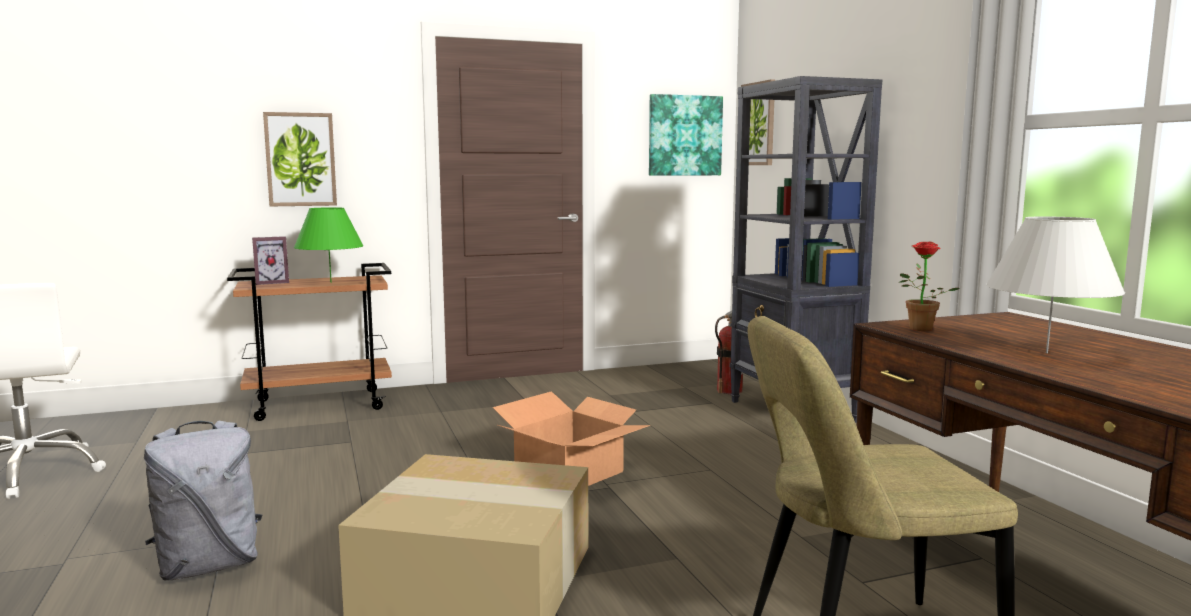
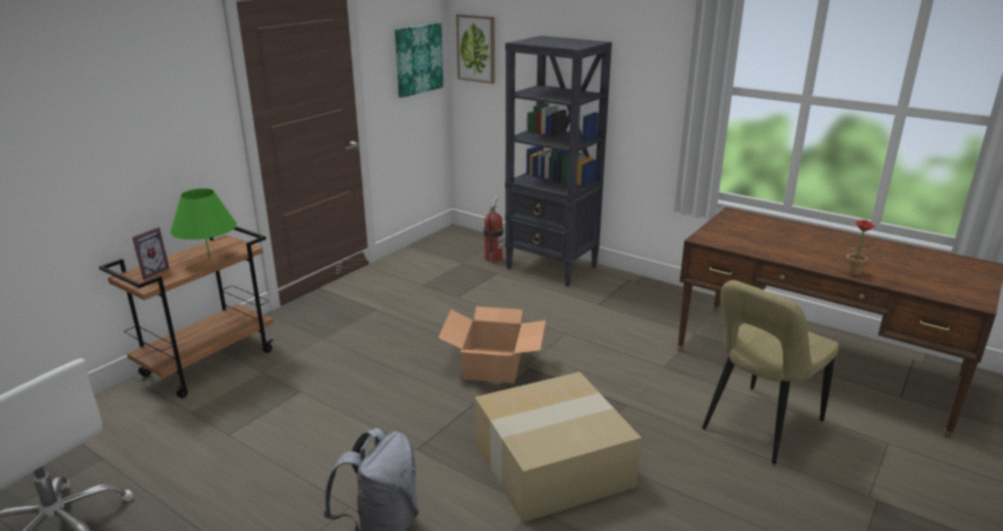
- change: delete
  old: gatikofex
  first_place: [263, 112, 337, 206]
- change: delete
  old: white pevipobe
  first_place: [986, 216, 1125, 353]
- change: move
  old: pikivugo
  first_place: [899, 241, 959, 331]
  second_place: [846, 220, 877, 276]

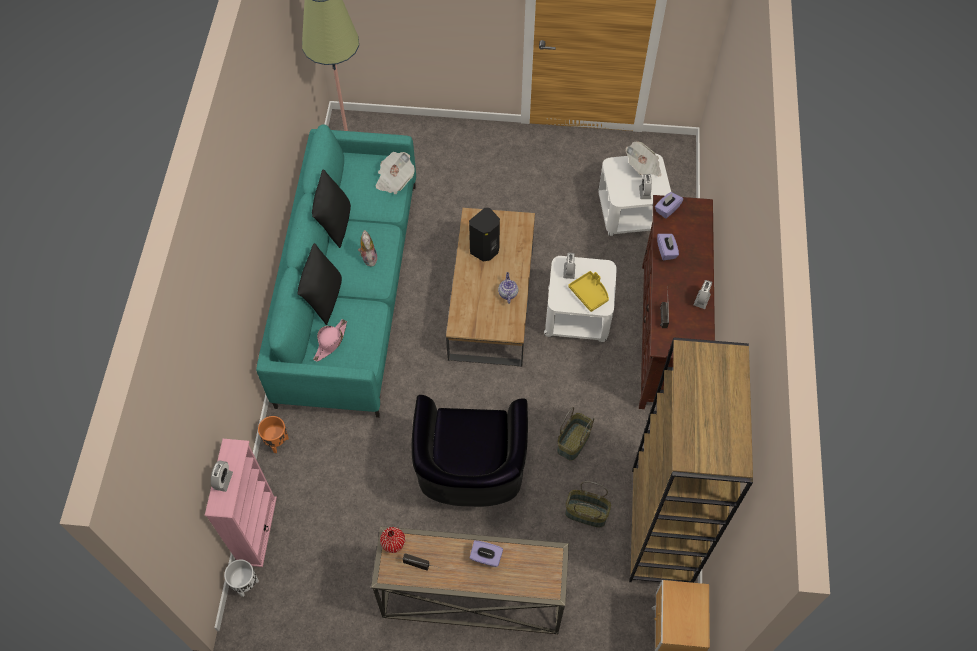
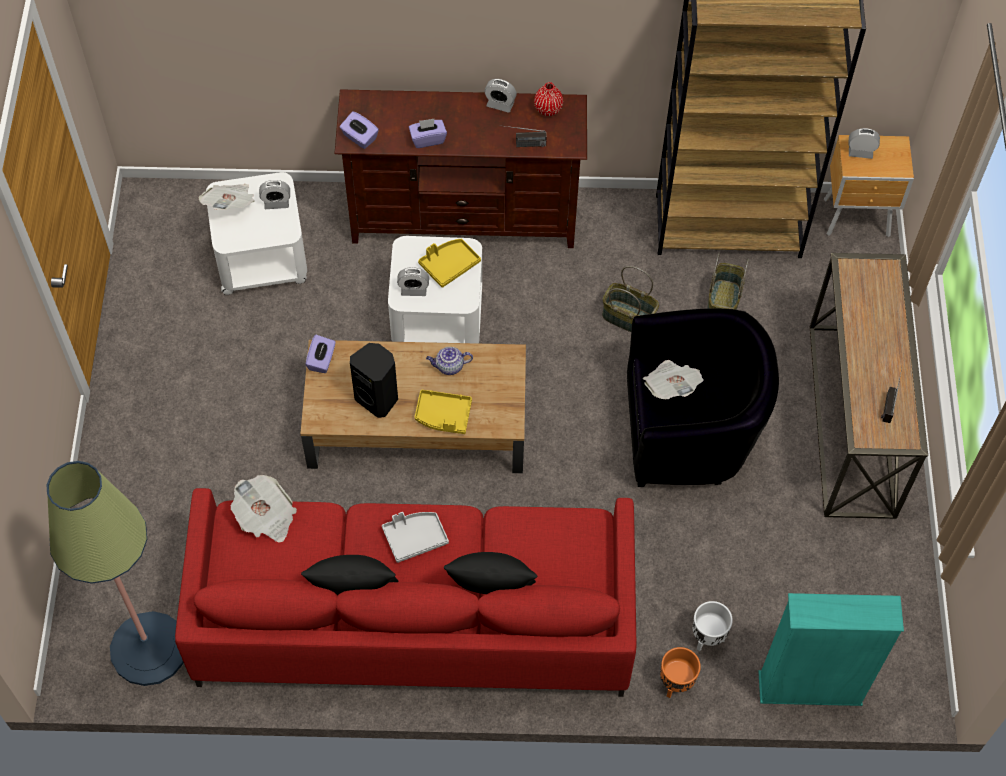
- change: recolor
  old: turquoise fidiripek
  new: red fidiripek
  first_place: [256, 124, 416, 418]
  second_place: [175, 488, 636, 697]
- change: replace
  old: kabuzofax
  new: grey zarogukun
  first_place: [358, 230, 378, 267]
  second_place: [382, 512, 449, 563]
- change: delete
  old: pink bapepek
  first_place: [313, 319, 347, 362]
- change: recolor
  old: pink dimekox
  new: turquoise dimekox
  first_place: [205, 439, 277, 567]
  second_place: [758, 593, 904, 706]
- change: move
  old: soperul
  first_place: [211, 460, 233, 492]
  second_place: [848, 128, 880, 159]
- change: move
  old: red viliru
  first_place: [380, 527, 405, 553]
  second_place: [534, 82, 563, 116]
- change: move
  old: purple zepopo
  first_place: [470, 540, 503, 567]
  second_place: [305, 335, 336, 373]
- change: move
  old: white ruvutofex
  first_place: [224, 560, 259, 597]
  second_place: [693, 601, 733, 651]
- change: insert
  new: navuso
  second_place: [642, 360, 703, 399]
- change: insert
  new: yellow zarogukun
  second_place: [415, 390, 472, 434]

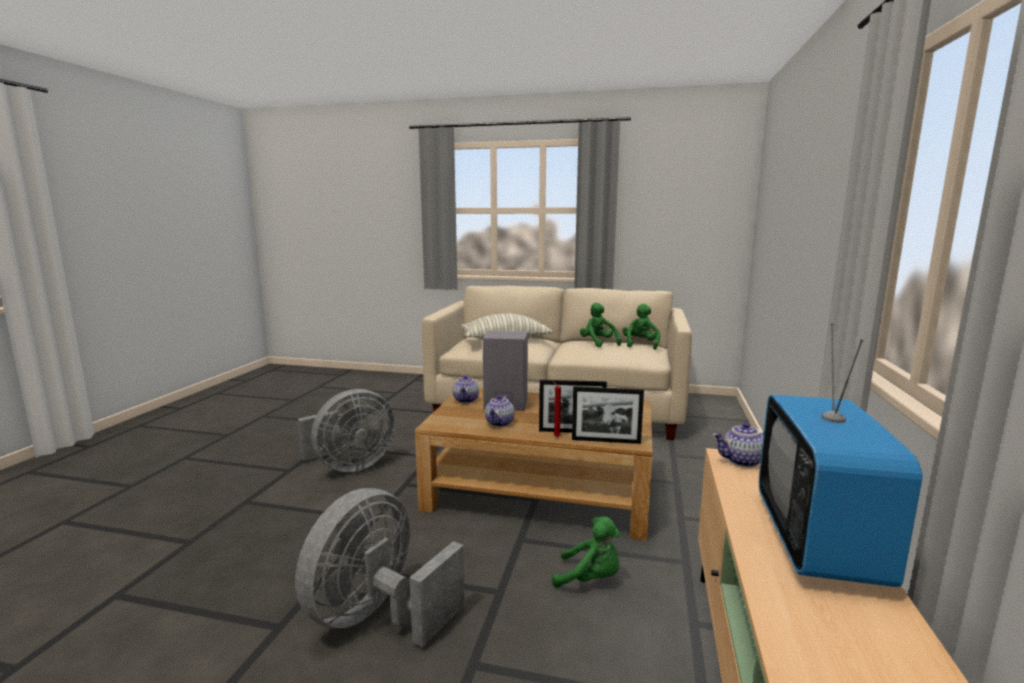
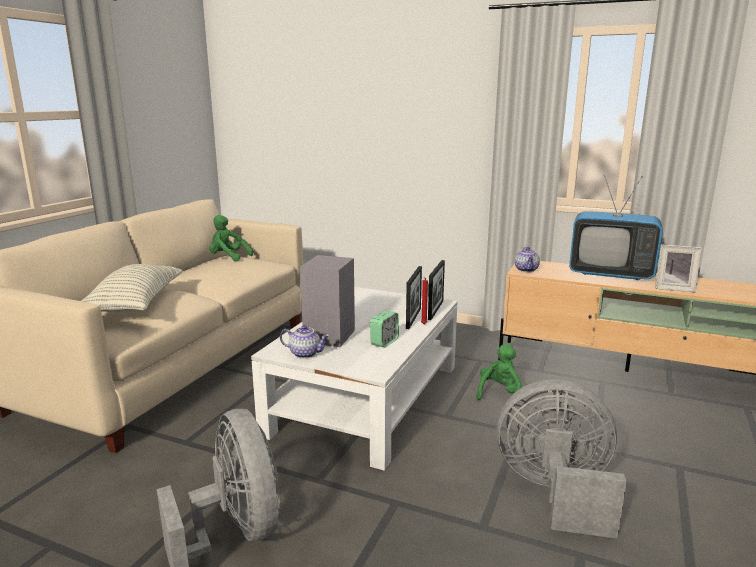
- change: delete
  old: green kabuzofax
  first_place: [580, 303, 621, 347]
- change: recolor
  old: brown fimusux
  new: white fimusux
  first_place: [415, 389, 653, 541]
  second_place: [251, 287, 458, 471]
- change: replace
  old: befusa
  new: soperul
  first_place: [485, 395, 515, 427]
  second_place: [370, 311, 399, 347]
- change: rotate
  old: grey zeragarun
  first_place: [295, 488, 465, 647]
  second_place: [496, 379, 627, 539]
  degrees: 150
- change: insert
  new: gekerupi
  second_place: [655, 244, 702, 292]

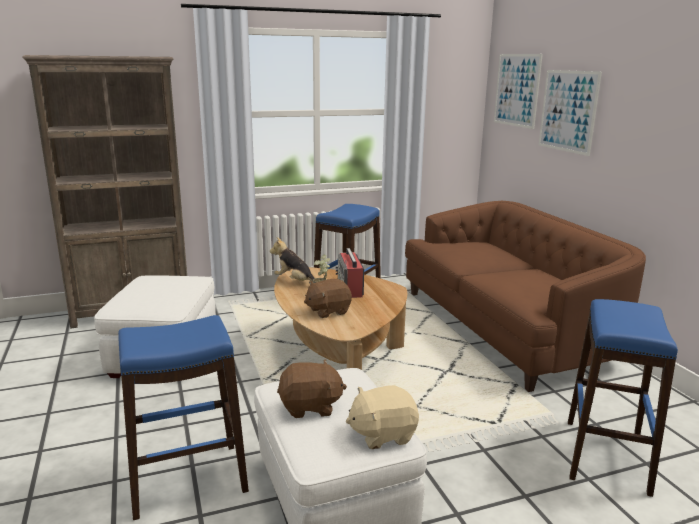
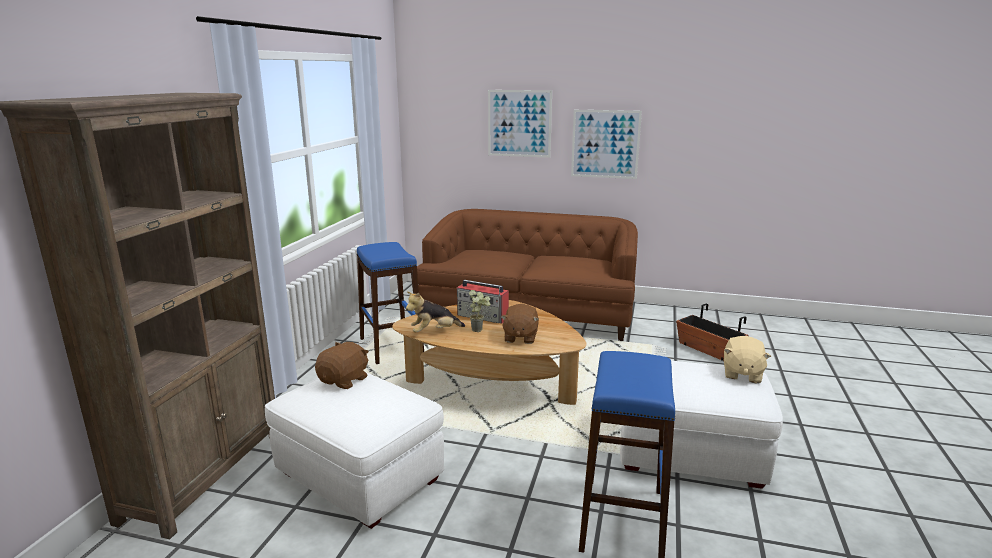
- change: move
  old: gatikofex
  first_place: [494, 54, 543, 129]
  second_place: [571, 110, 642, 179]
- change: replace
  old: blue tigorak
  new: ruvutofex
  first_place: [568, 299, 678, 497]
  second_place: [676, 303, 749, 361]
- change: move
  old: brown kabuzofax
  first_place: [277, 359, 347, 418]
  second_place: [315, 342, 369, 389]

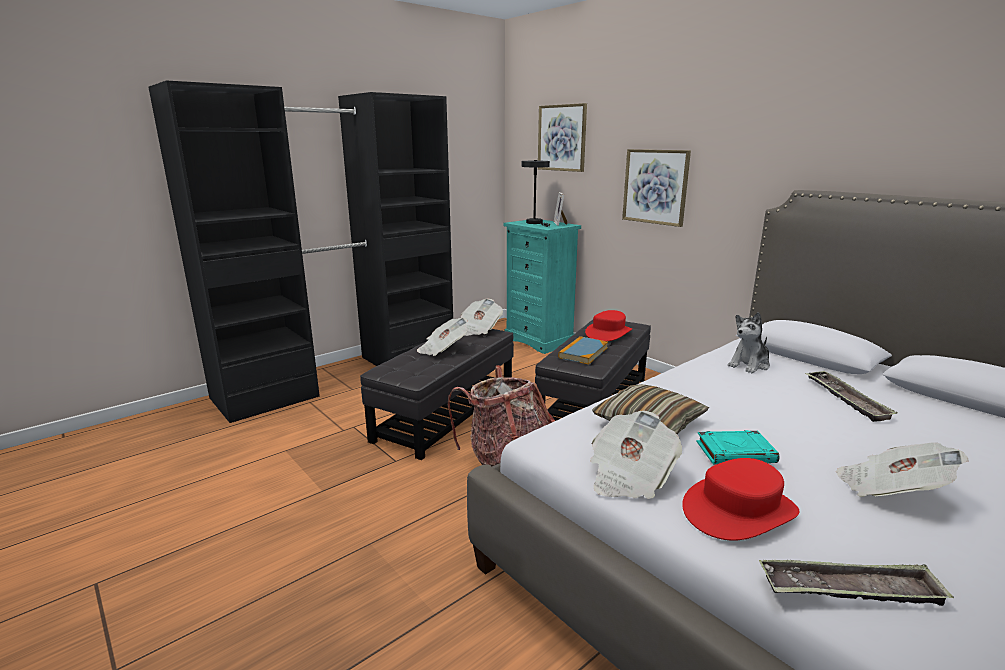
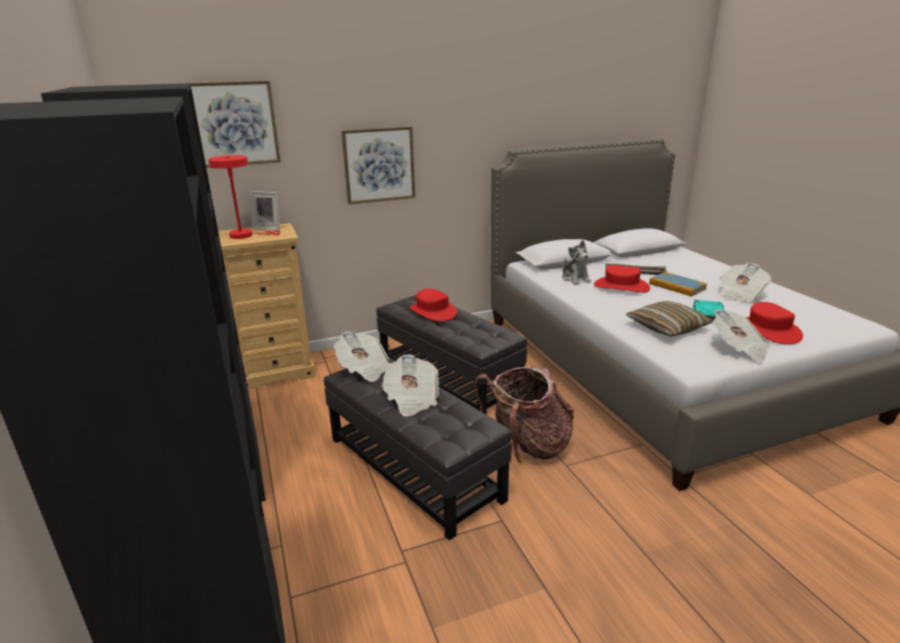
- change: recolor
  old: black pevipobe
  new: red pevipobe
  first_place: [522, 160, 550, 227]
  second_place: [208, 155, 280, 239]
- change: recolor
  old: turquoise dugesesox
  new: beige dugesesox
  first_place: [504, 220, 581, 354]
  second_place: [218, 223, 316, 390]
- change: move
  old: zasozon
  first_place: [558, 336, 608, 365]
  second_place: [649, 272, 707, 296]
- change: delete
  old: zarogukun
  first_place: [759, 559, 954, 606]
- change: insert
  new: red bapepek
  second_place: [594, 265, 650, 293]

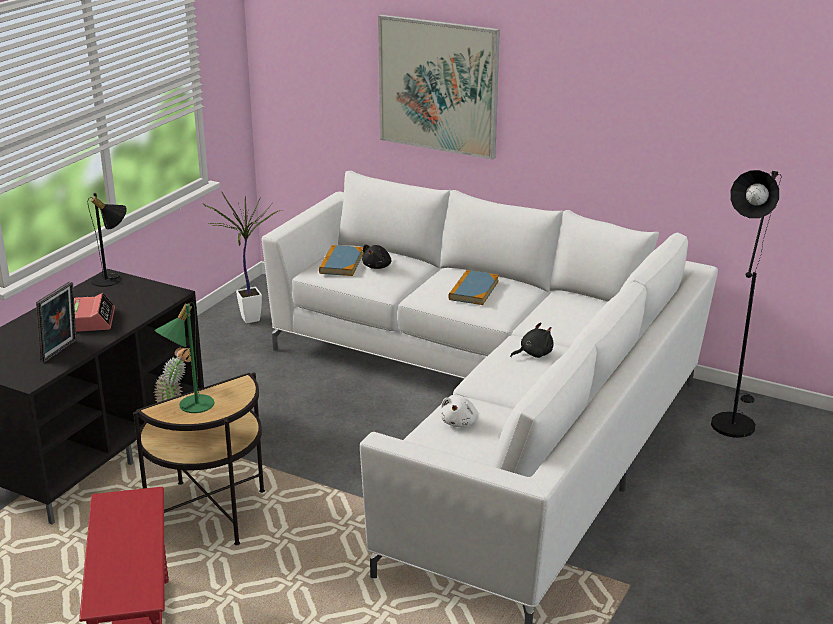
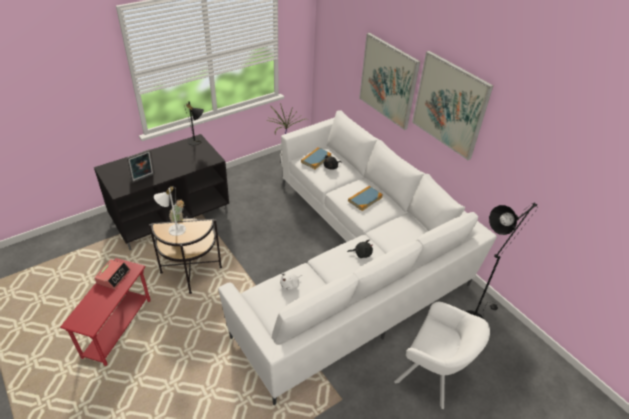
- change: move
  old: soperul
  first_place: [74, 293, 115, 332]
  second_place: [94, 260, 131, 289]
- change: recolor
  old: green pevipobe
  new: white pevipobe
  first_place: [154, 302, 214, 413]
  second_place: [154, 186, 186, 236]
- change: insert
  new: gatikofex
  second_place: [412, 51, 494, 160]
- change: insert
  new: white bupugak
  second_place: [394, 302, 490, 409]

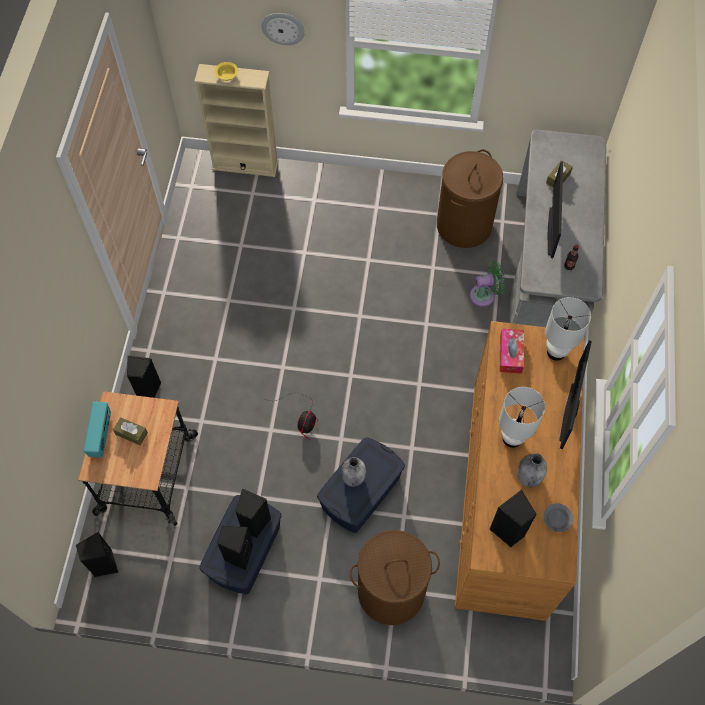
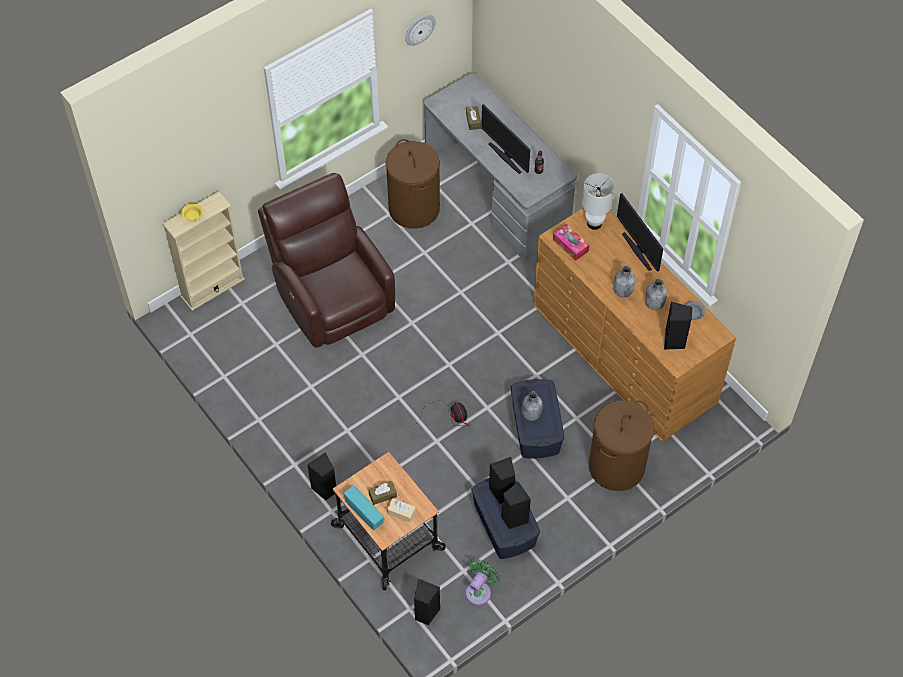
- change: move
  old: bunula
  first_place: [262, 13, 305, 45]
  second_place: [405, 15, 436, 46]
- change: move
  old: green zeragarun
  first_place: [470, 262, 506, 307]
  second_place: [466, 559, 500, 605]
- change: replace
  old: white pevipobe
  new: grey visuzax
  first_place: [499, 387, 545, 448]
  second_place: [613, 265, 635, 297]
- change: insert
  new: brown bupugak
  second_place: [258, 173, 395, 348]
- change: insert
  new: beige zepopo
  second_place: [387, 498, 416, 523]

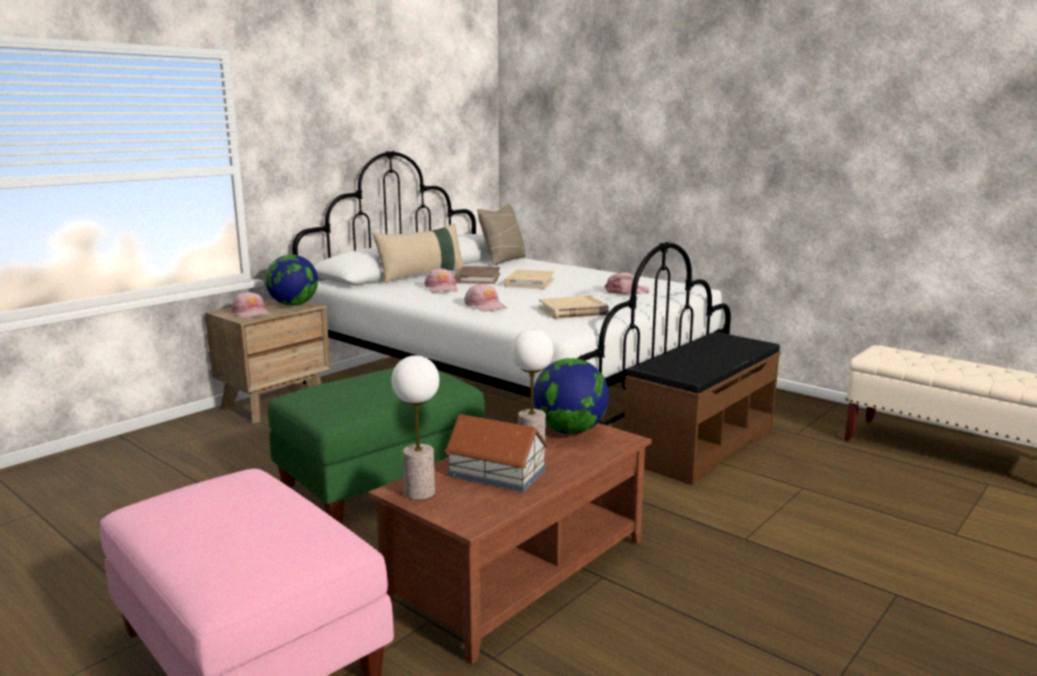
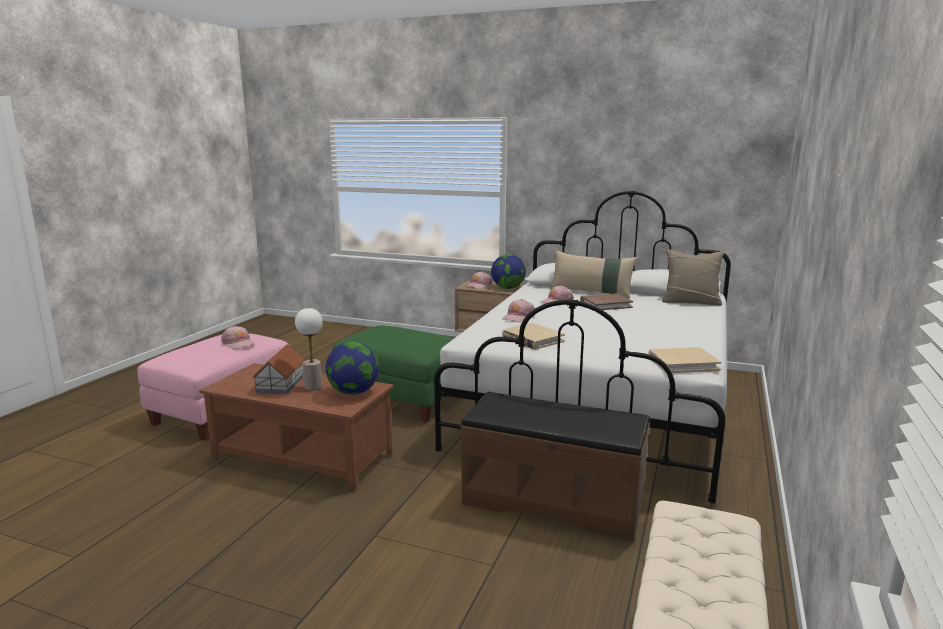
- change: move
  old: beige zasozon
  first_place: [504, 270, 554, 289]
  second_place: [648, 347, 721, 373]
- change: move
  old: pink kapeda
  first_place: [604, 272, 650, 295]
  second_place: [221, 326, 255, 349]
- change: delete
  old: pevipobe
  first_place: [391, 356, 439, 500]

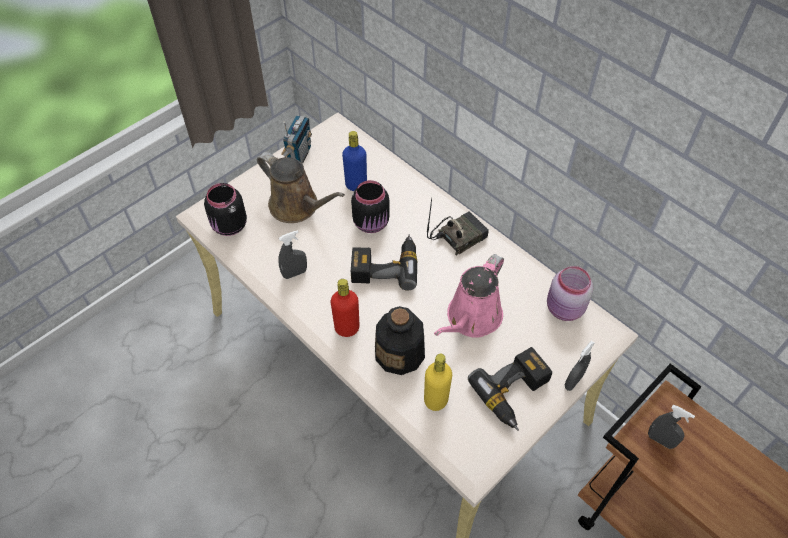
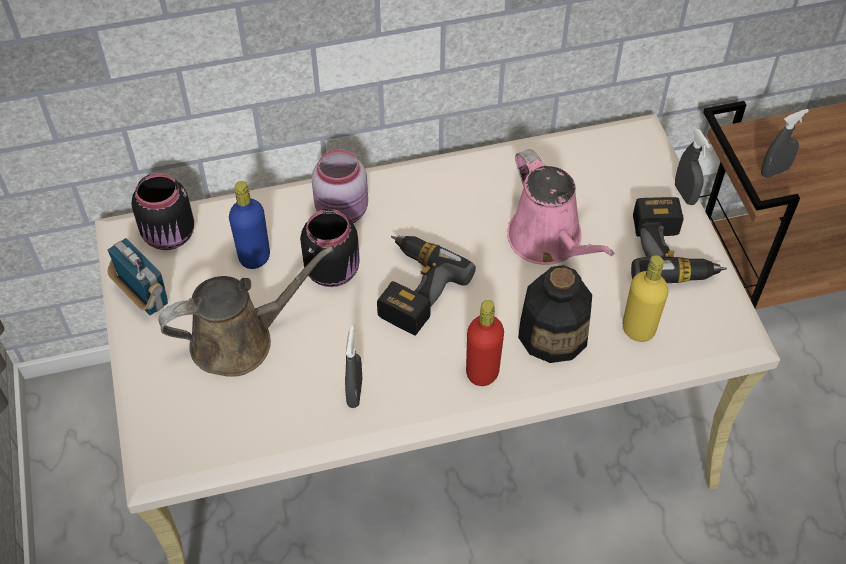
- change: move
  old: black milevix
  first_place: [204, 183, 247, 236]
  second_place: [131, 173, 194, 250]
- change: delete
  old: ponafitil
  first_place: [427, 198, 489, 256]
- change: move
  old: pink milevix
  first_place: [547, 266, 593, 321]
  second_place: [312, 149, 368, 223]

